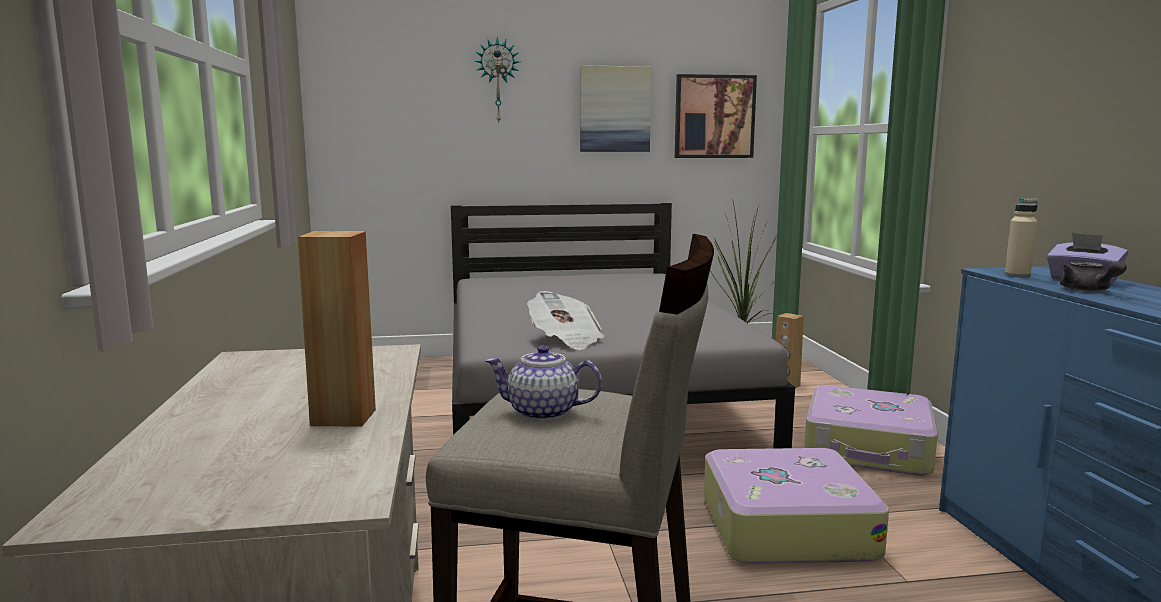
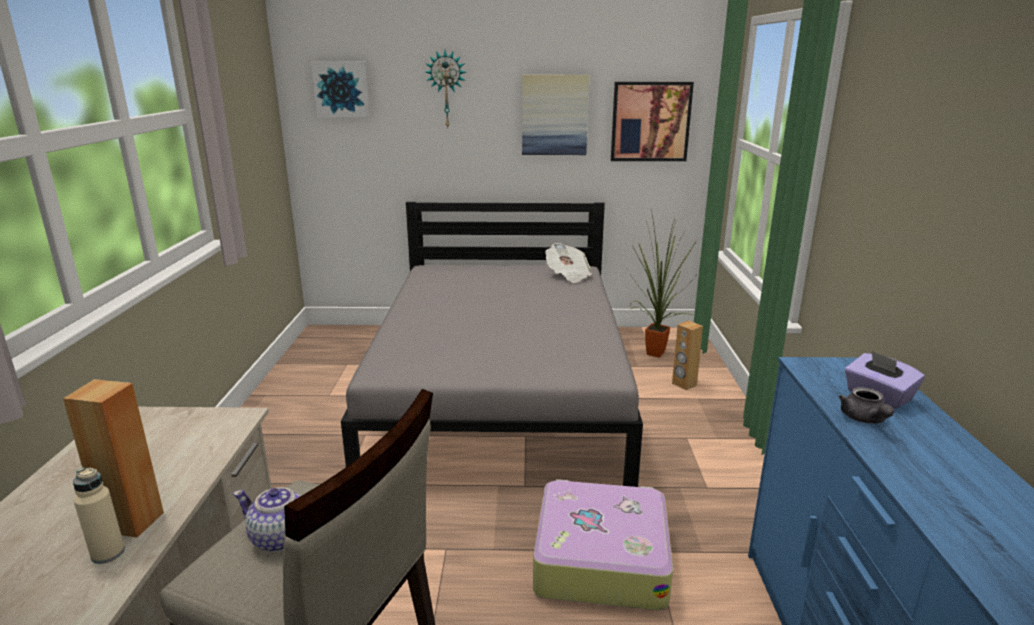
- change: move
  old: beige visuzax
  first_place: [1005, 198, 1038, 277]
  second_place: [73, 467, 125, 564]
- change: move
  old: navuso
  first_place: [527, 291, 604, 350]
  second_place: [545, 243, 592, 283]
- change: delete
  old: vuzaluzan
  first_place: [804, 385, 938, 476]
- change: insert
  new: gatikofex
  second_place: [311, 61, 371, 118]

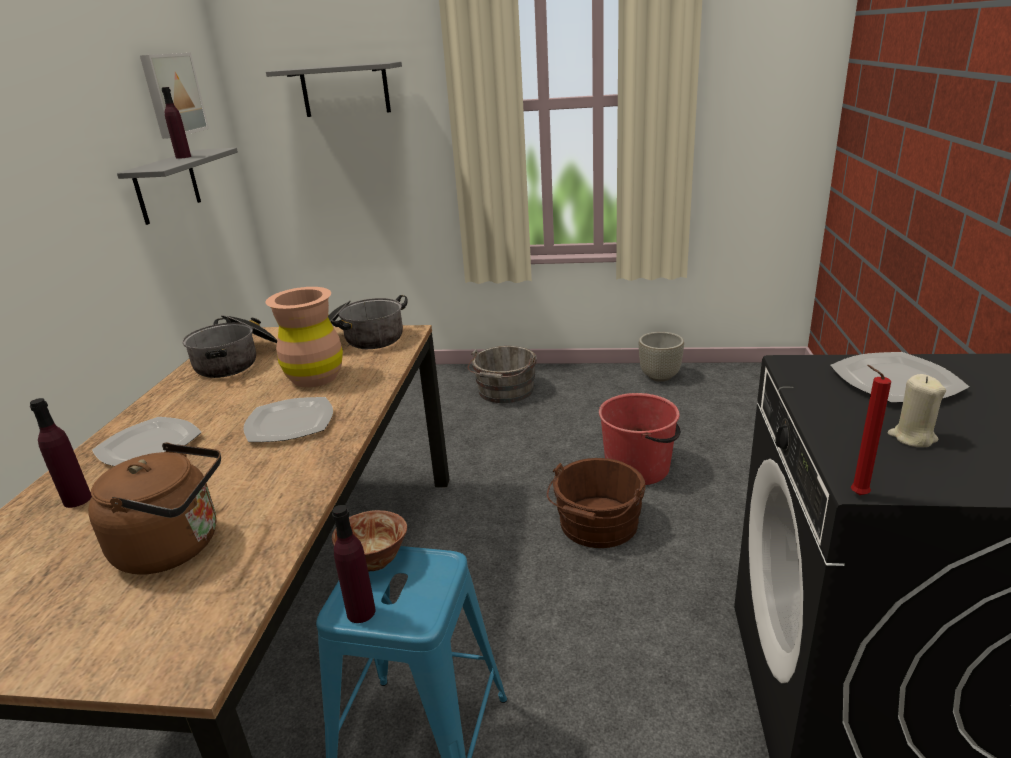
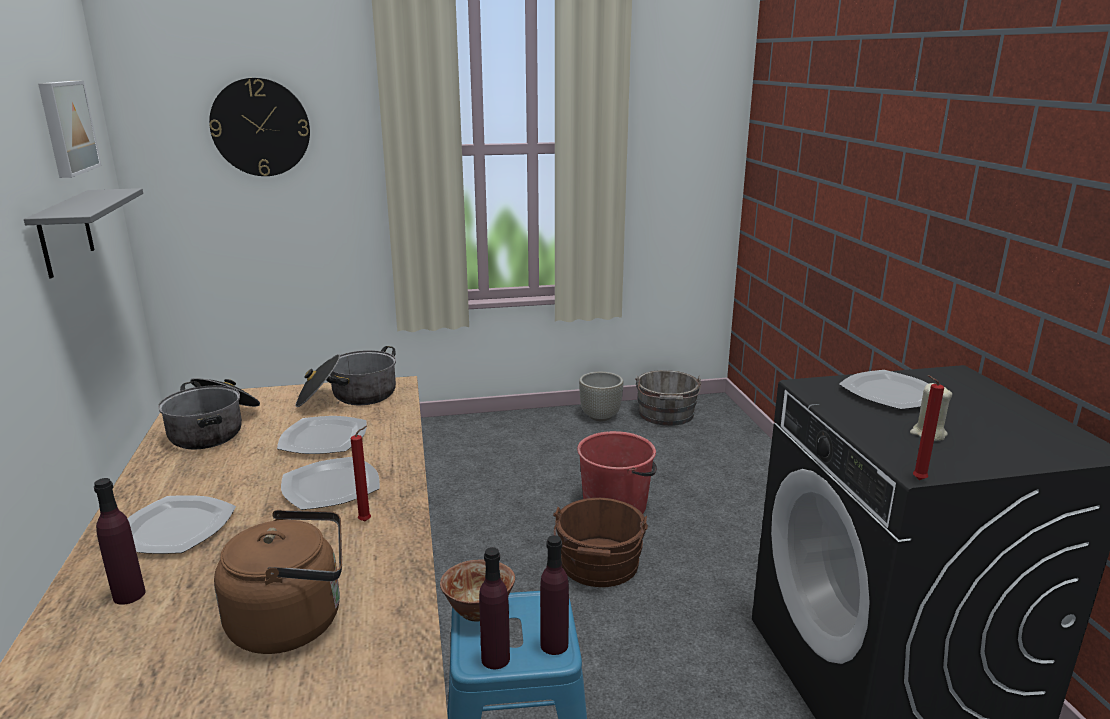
- change: replace
  old: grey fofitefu
  new: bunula
  first_place: [266, 62, 402, 117]
  second_place: [209, 78, 310, 176]
- change: move
  old: purple visuzax
  first_place: [162, 87, 191, 159]
  second_place: [540, 535, 569, 655]
- change: replace
  old: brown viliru
  new: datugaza
  first_place: [266, 287, 343, 388]
  second_place: [277, 416, 367, 454]
- change: move
  old: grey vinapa
  first_place: [468, 346, 537, 403]
  second_place: [635, 370, 702, 426]
- change: insert
  new: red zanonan
  second_place: [351, 426, 371, 522]

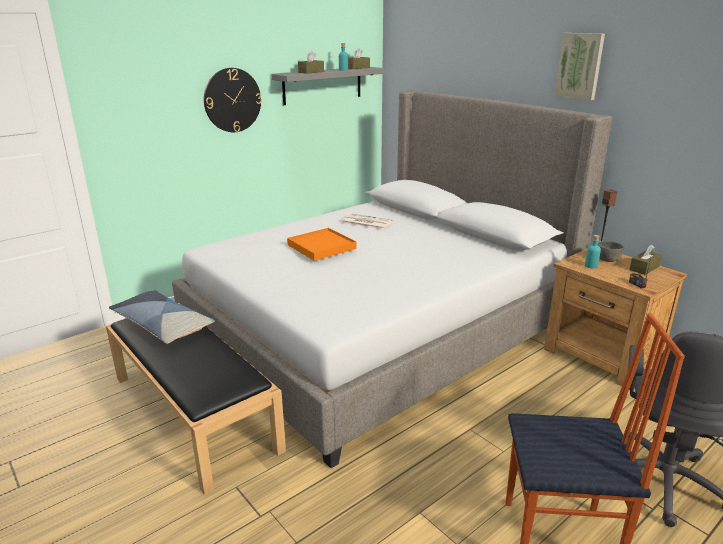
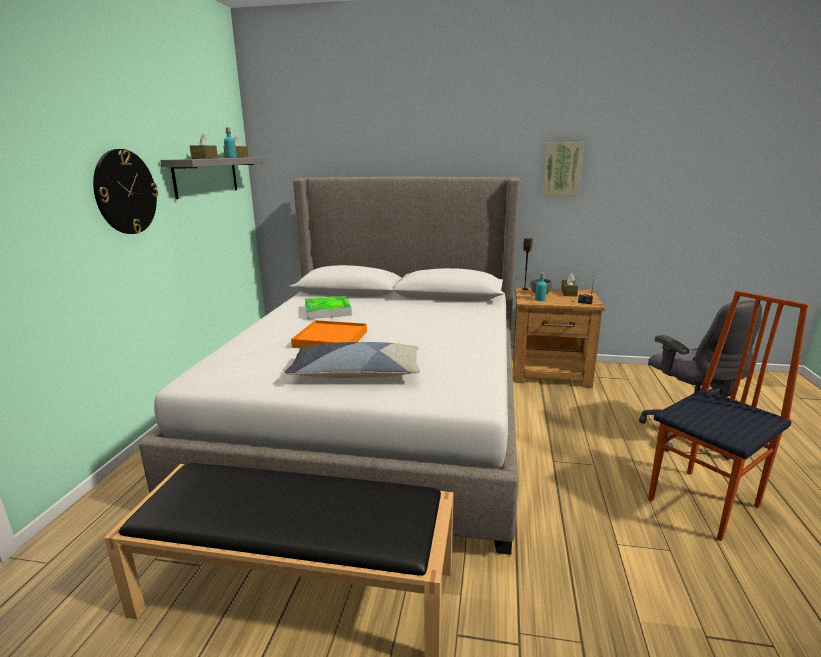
- change: move
  old: gatikofex
  first_place: [555, 33, 605, 100]
  second_place: [542, 142, 584, 197]
- change: replace
  old: navuso
  new: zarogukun
  first_place: [341, 213, 392, 230]
  second_place: [305, 296, 352, 319]
- change: move
  old: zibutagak
  first_place: [109, 290, 215, 344]
  second_place: [285, 342, 420, 378]

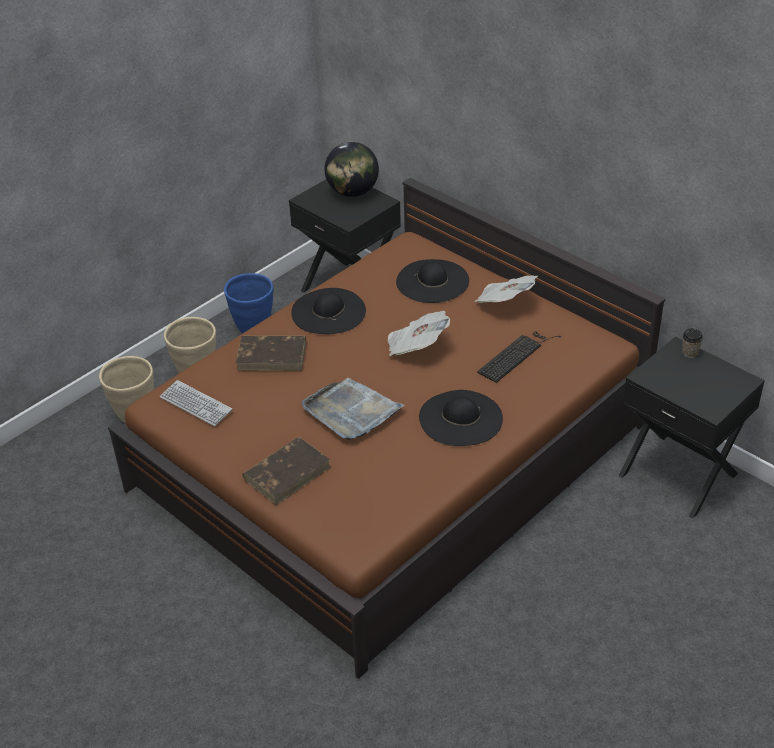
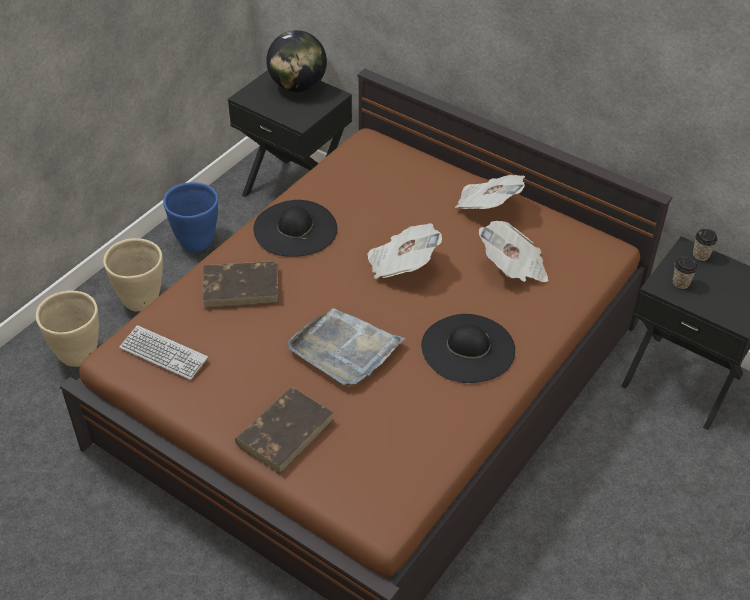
- change: delete
  old: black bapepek
  first_place: [396, 259, 469, 303]
- change: replace
  old: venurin
  new: navuso
  first_place: [477, 331, 561, 383]
  second_place: [479, 221, 548, 282]
- change: insert
  new: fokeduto
  second_place: [673, 256, 698, 289]

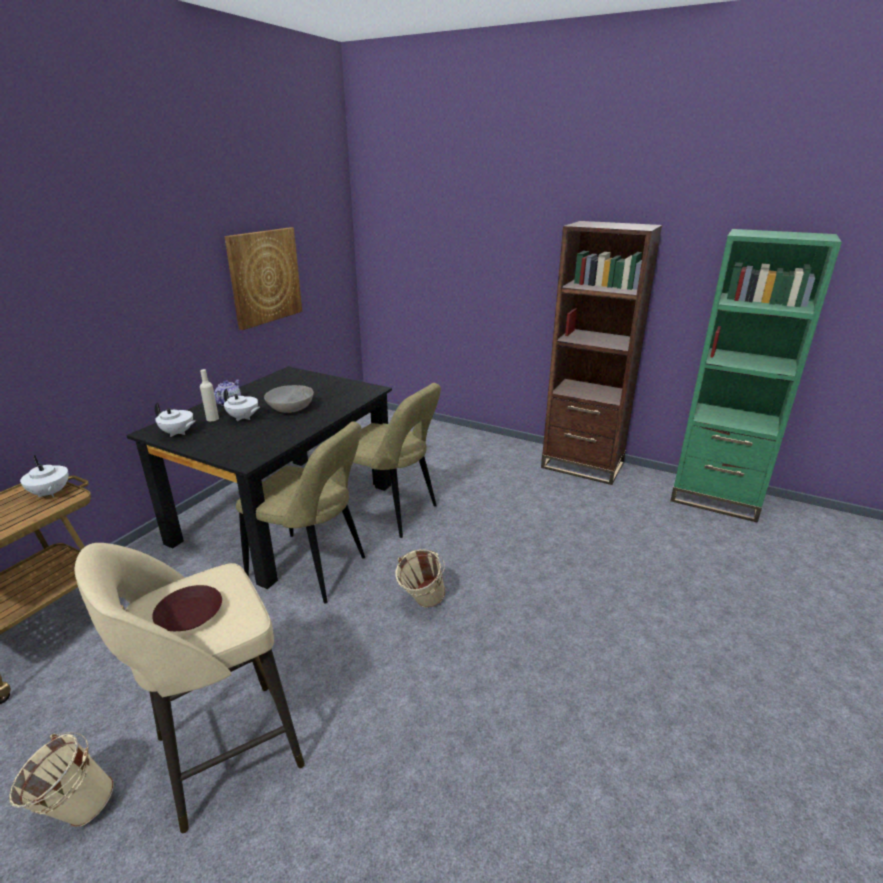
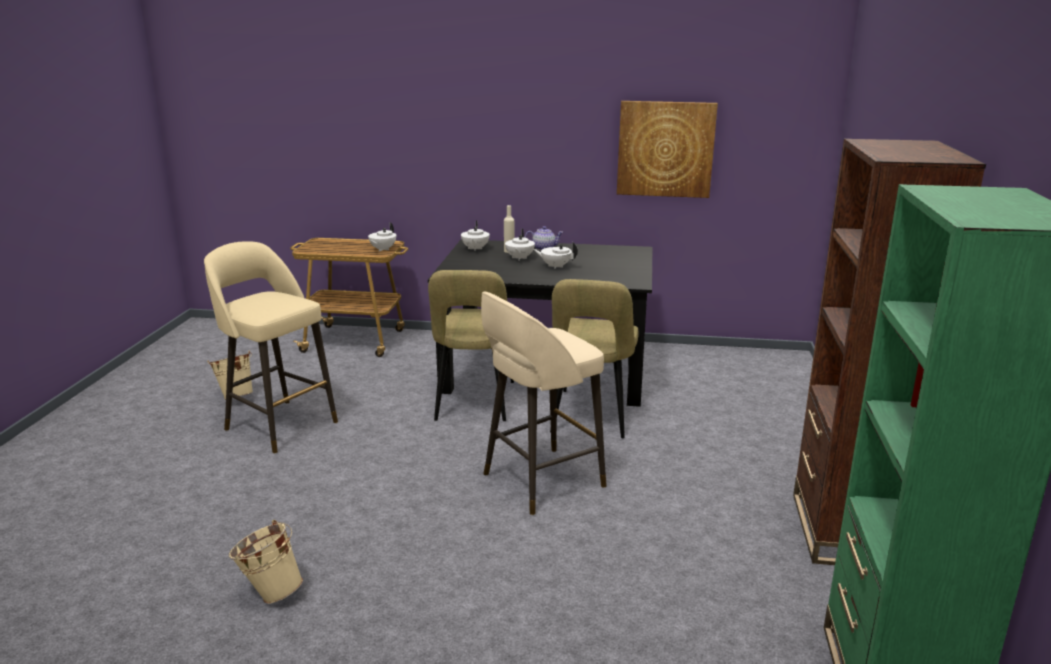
- change: replace
  old: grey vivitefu
  new: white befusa
  first_place: [264, 385, 314, 413]
  second_place: [533, 242, 578, 269]
- change: move
  old: beige vinapa
  first_place: [396, 549, 446, 608]
  second_place: [229, 520, 303, 604]
- change: delete
  old: brown datugaza
  first_place: [152, 585, 222, 631]
- change: insert
  new: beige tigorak
  second_place: [481, 291, 606, 515]

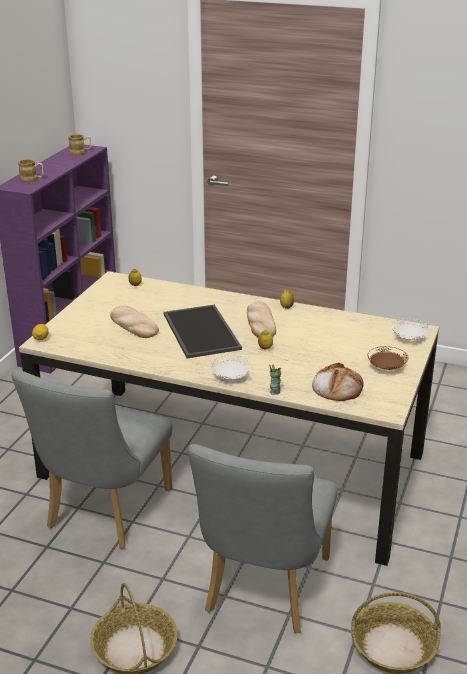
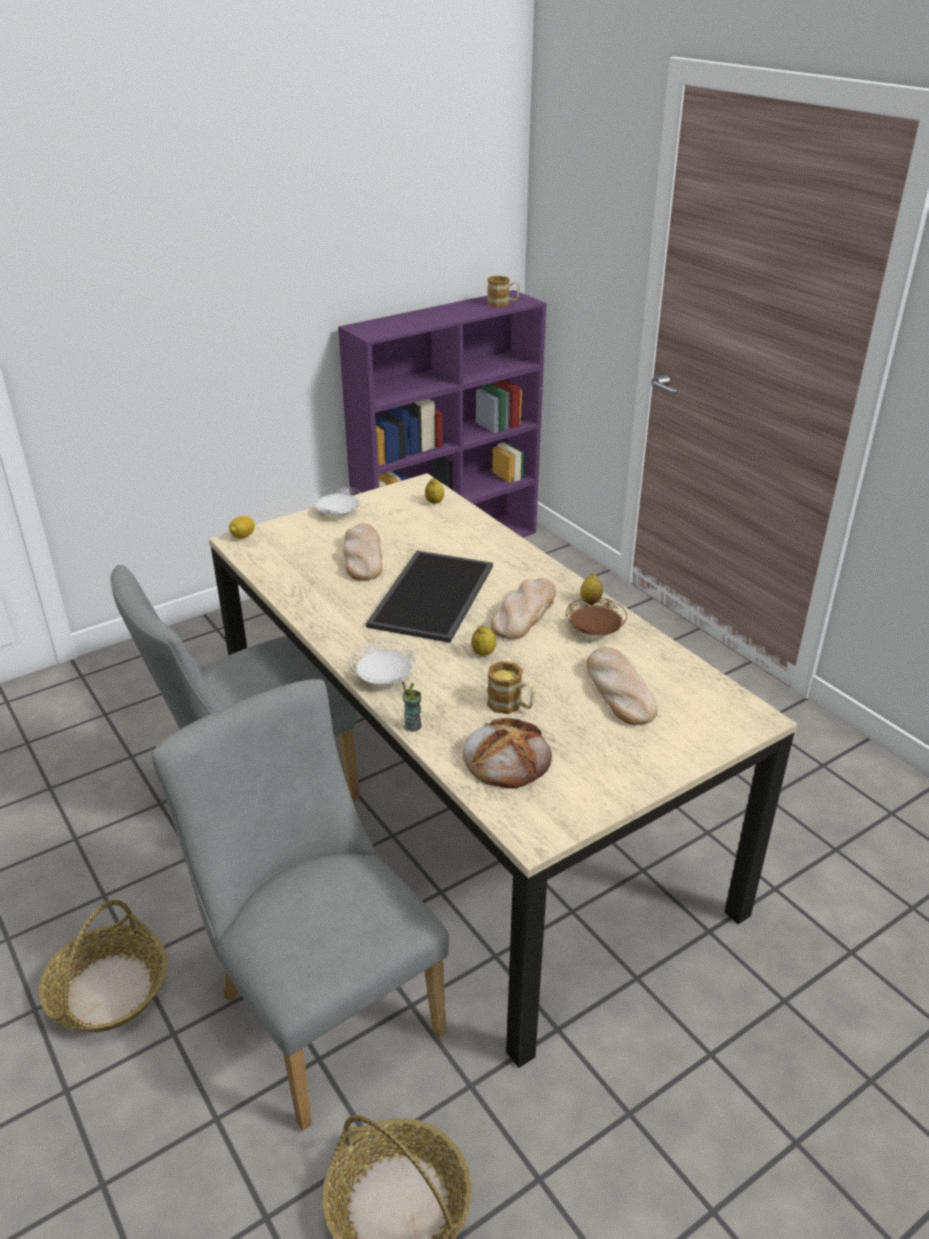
- change: move
  old: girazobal
  first_place: [18, 159, 44, 183]
  second_place: [487, 661, 535, 714]
- change: move
  old: white datugaza
  first_place: [391, 319, 430, 340]
  second_place: [312, 487, 363, 515]
- change: move
  old: brown datugaza
  first_place: [368, 346, 408, 370]
  second_place: [566, 597, 627, 635]
- change: rotate
  old: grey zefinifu
  first_place: [188, 444, 338, 633]
  second_place: [152, 679, 449, 1131]
  degrees: 90
- change: insert
  new: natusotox
  second_place: [586, 647, 658, 725]

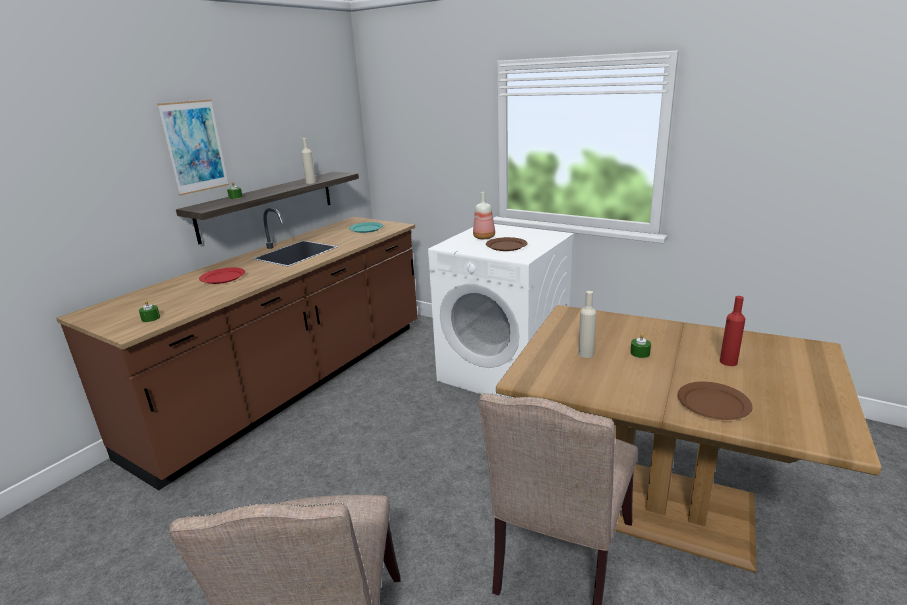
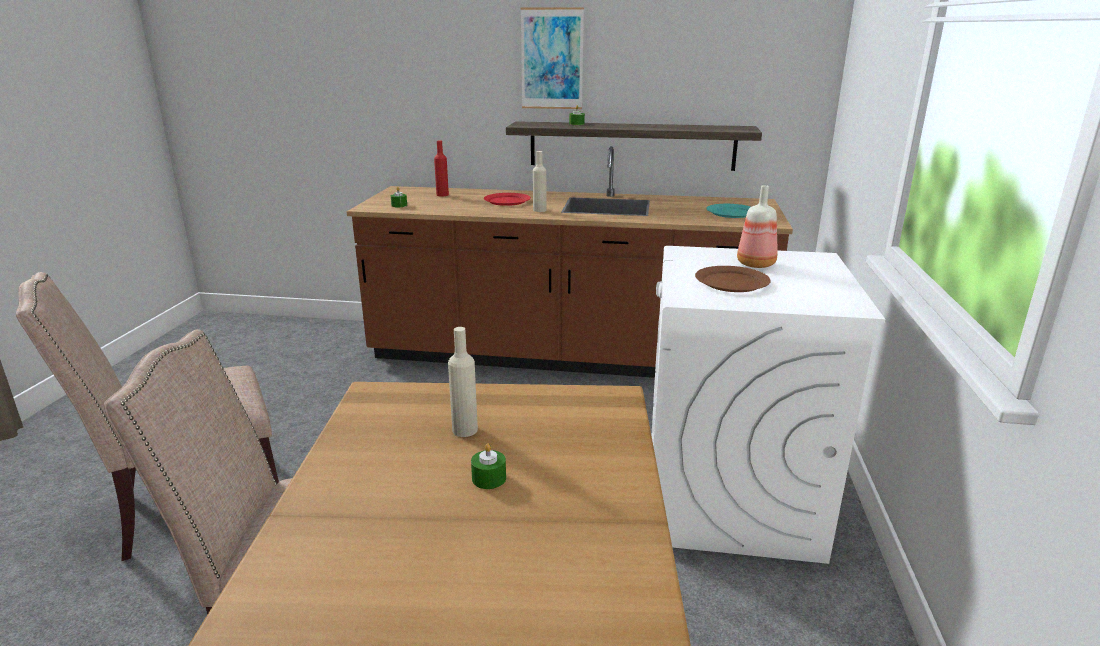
- change: move
  old: beige visuzax
  first_place: [301, 138, 316, 184]
  second_place: [533, 151, 546, 212]
- change: move
  old: red visuzax
  first_place: [720, 296, 745, 366]
  second_place: [434, 140, 449, 197]
- change: delete
  old: brown datugaza
  first_place: [678, 382, 753, 420]

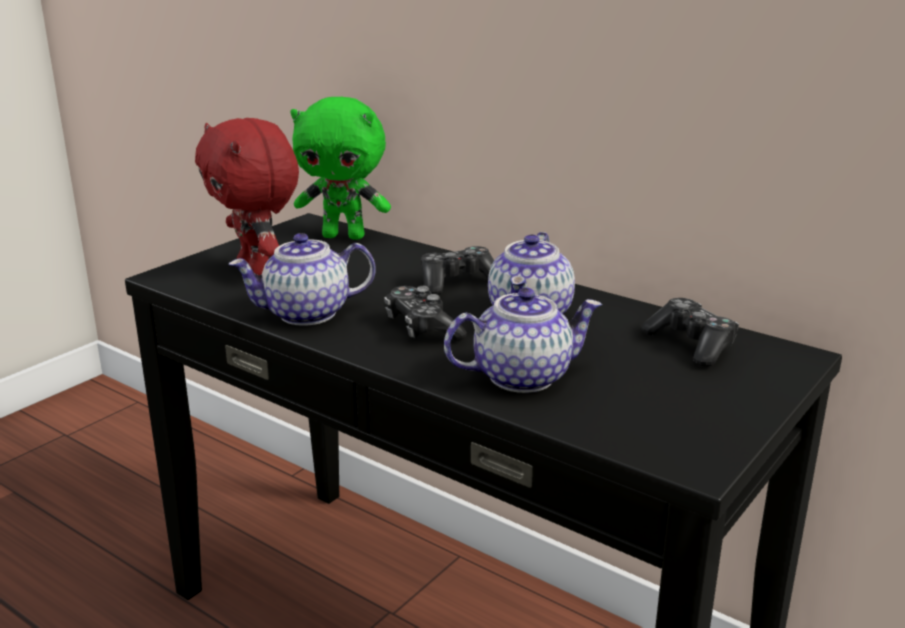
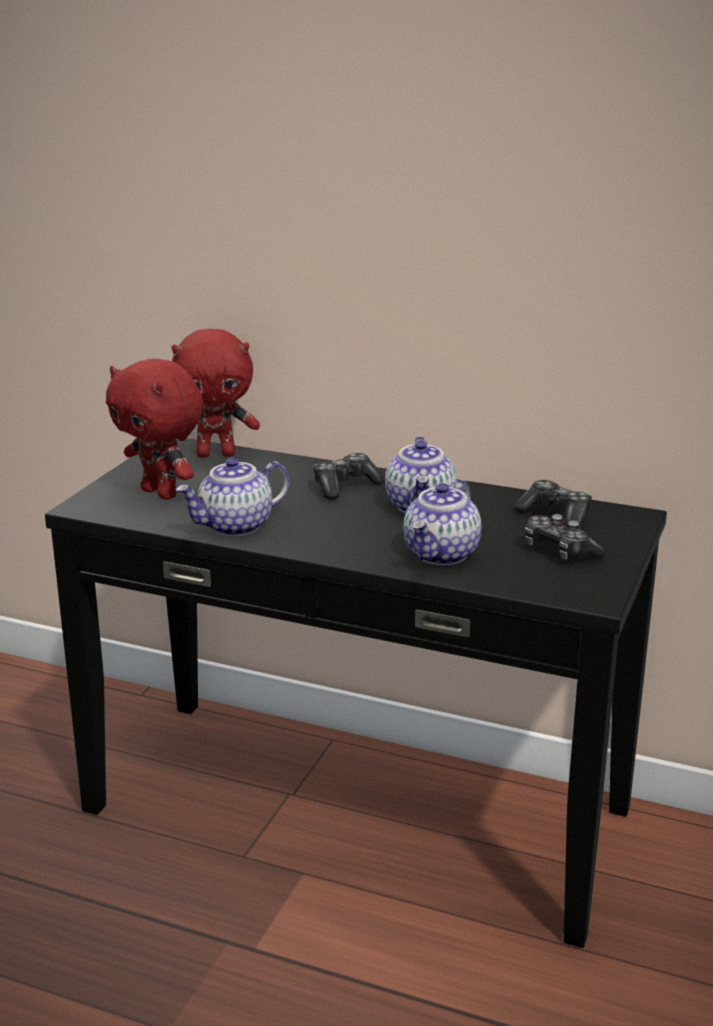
- change: recolor
  old: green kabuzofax
  new: red kabuzofax
  first_place: [290, 96, 391, 240]
  second_place: [172, 328, 260, 458]
- change: move
  old: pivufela
  first_place: [384, 286, 467, 341]
  second_place: [525, 514, 605, 560]
- change: rotate
  old: befusa
  first_place: [444, 288, 602, 393]
  second_place: [403, 480, 481, 565]
  degrees: 150

